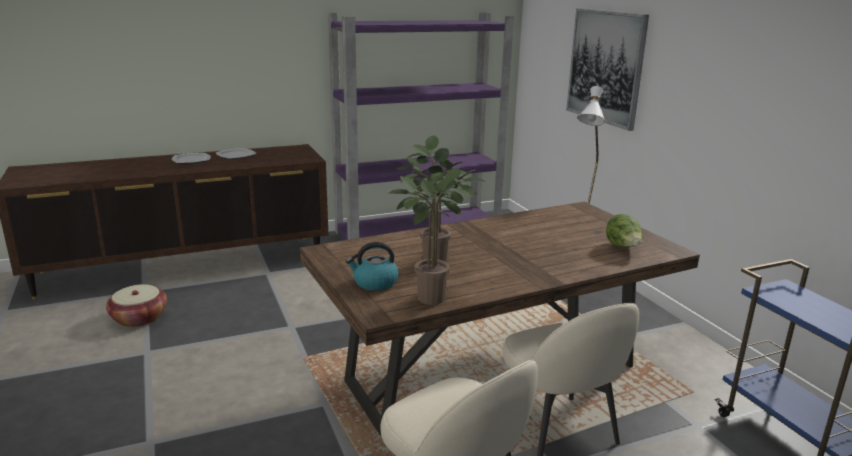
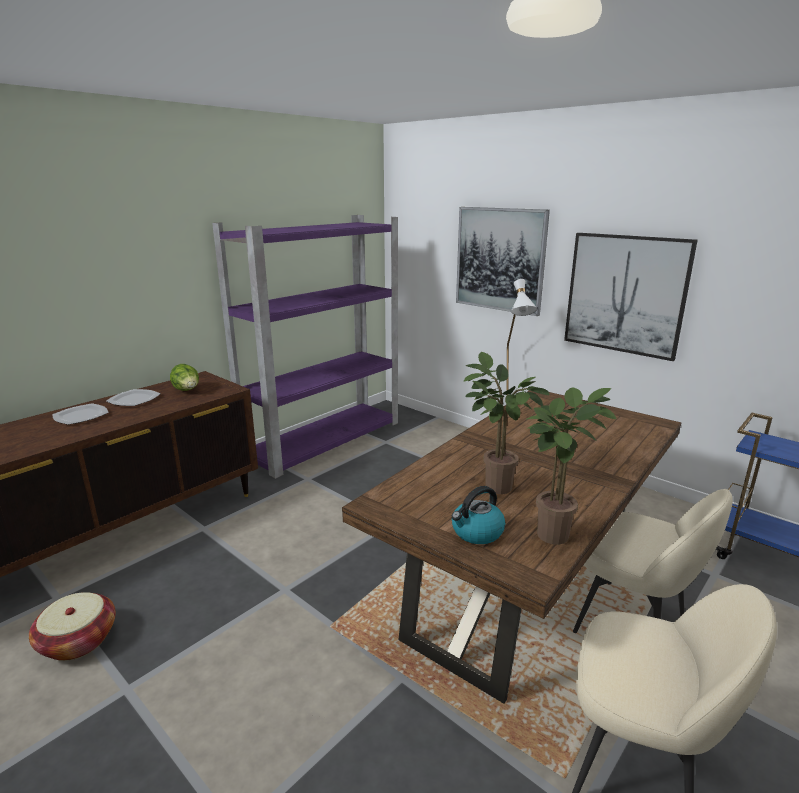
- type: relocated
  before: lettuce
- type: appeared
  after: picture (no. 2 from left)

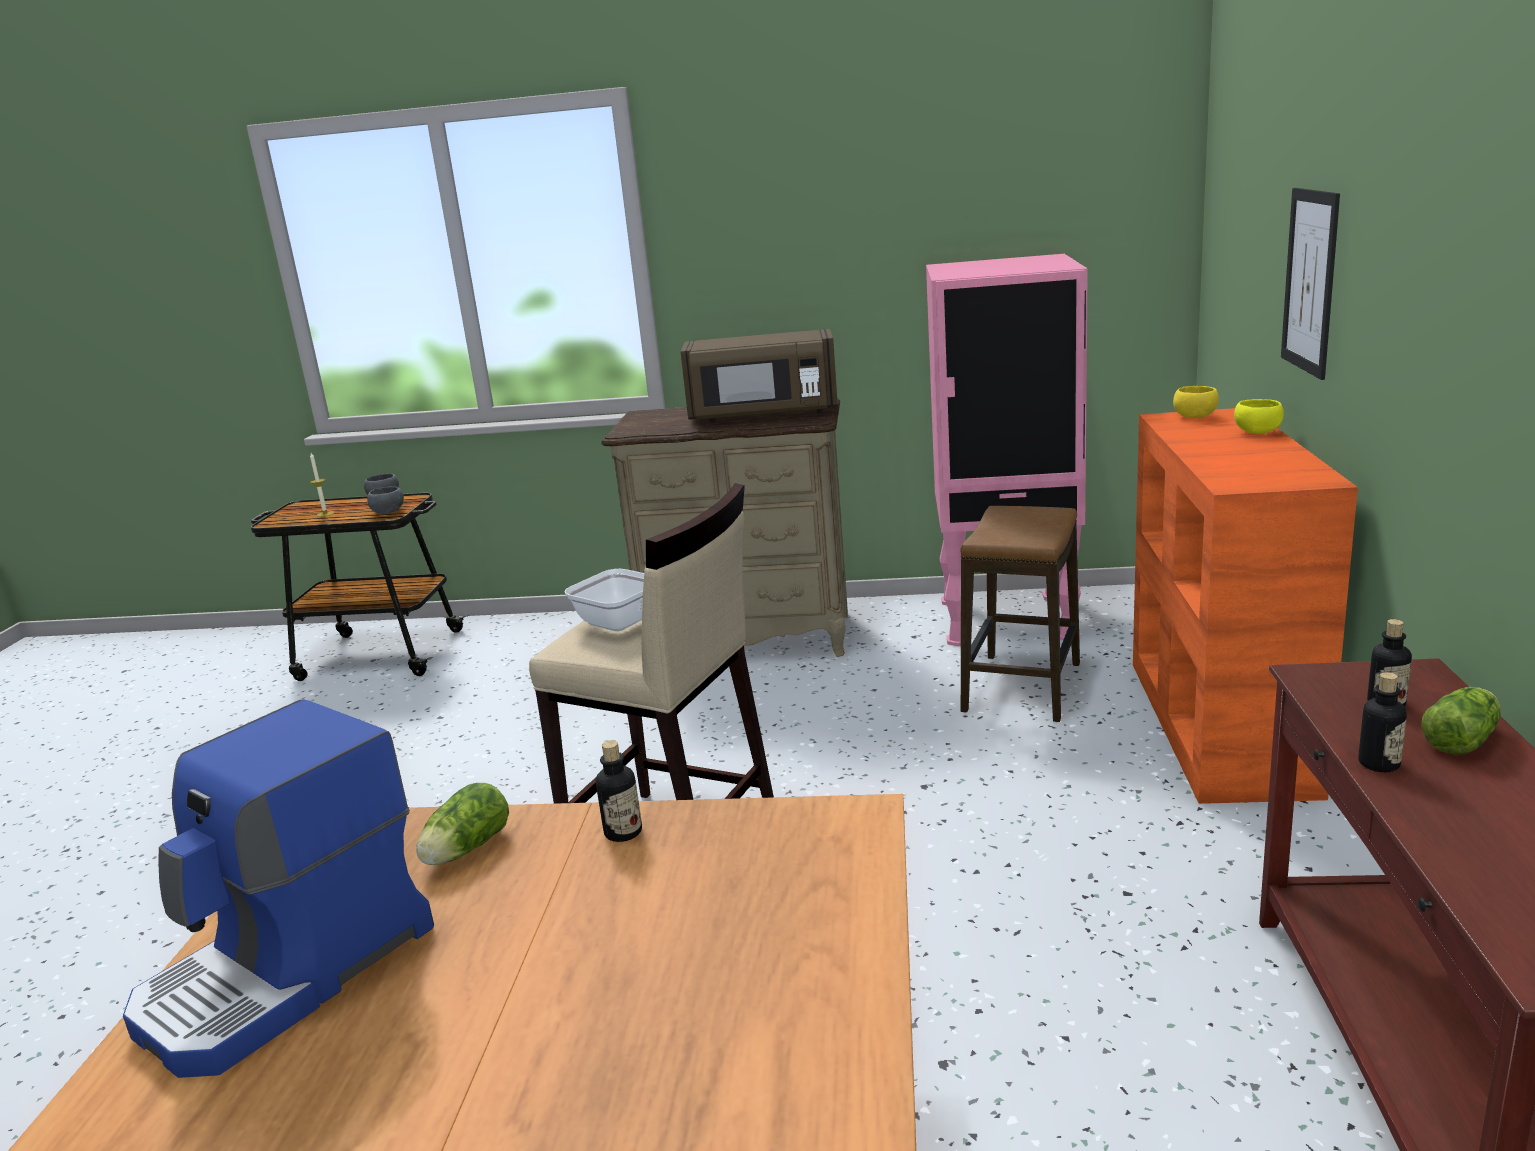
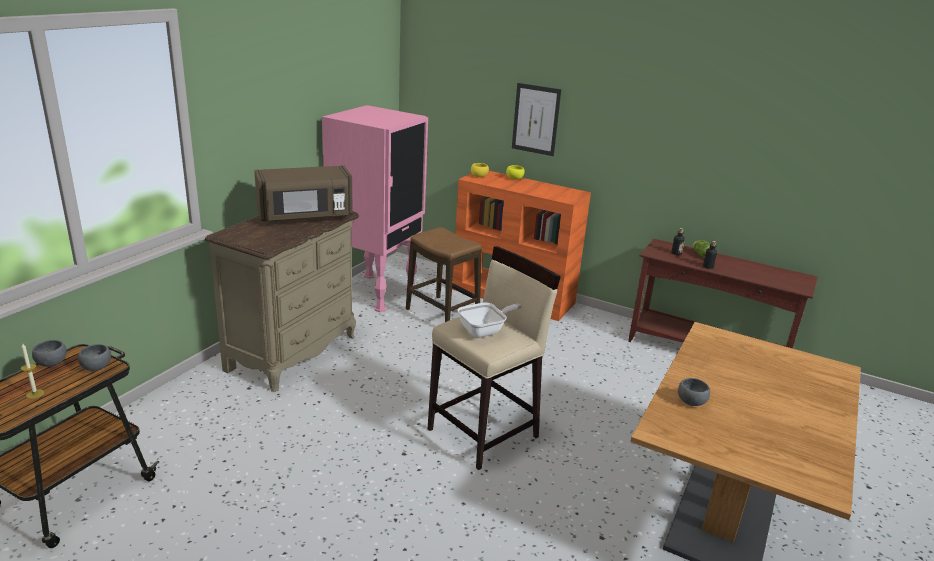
- type: spun
  before: brown_microwave
  turn: 45
- type: exchanged
  before: lettuce (no. 1 from left)
  after: grey_bowl (no. 3 from left)
- type: missing
  before: coffee_machine
- type: missing
  before: bottle (no. 1 from left)

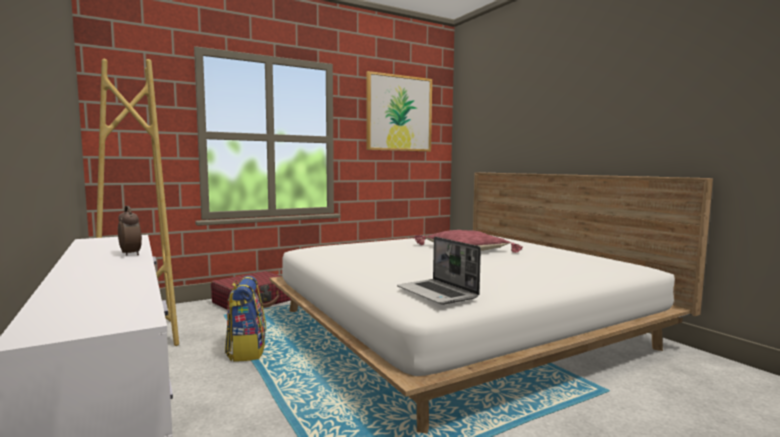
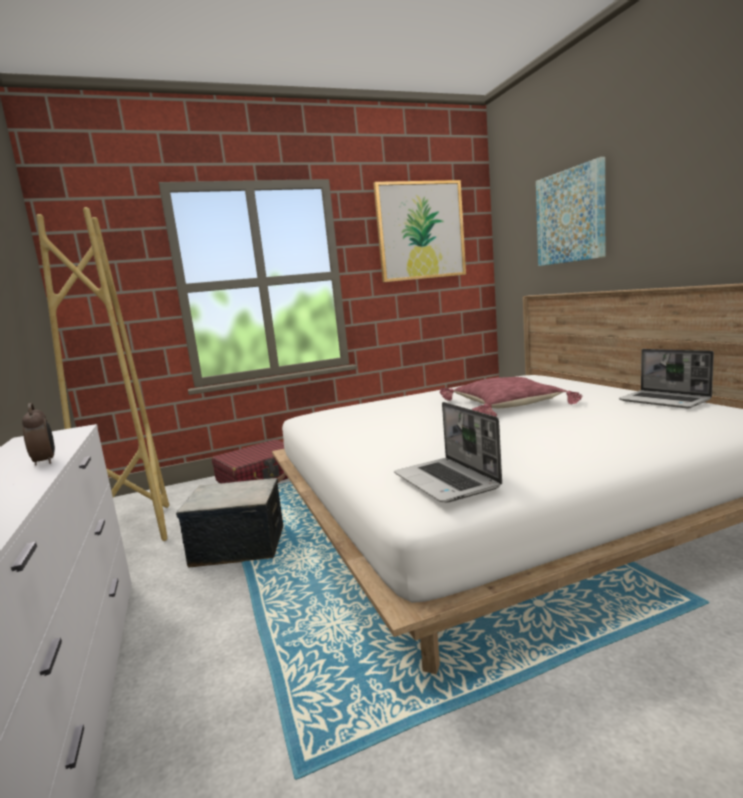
- type: exchanged
  before: backpack
  after: storage_box
- type: appeared
  after: picture (no. 2 from left)
- type: appeared
  after: laptop (no. 2 from left)

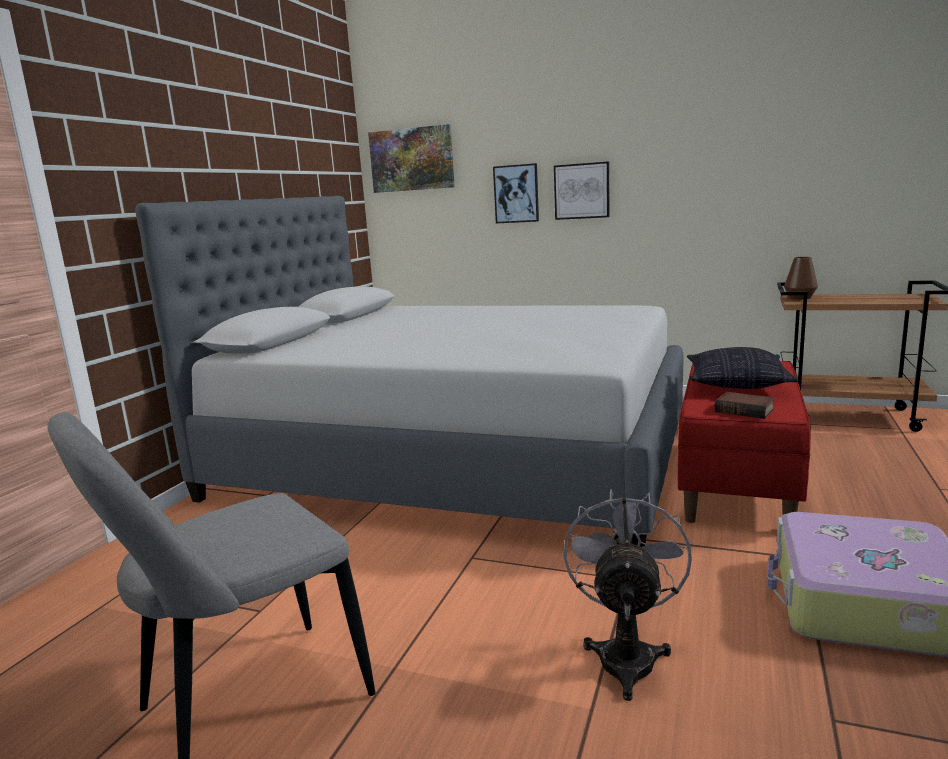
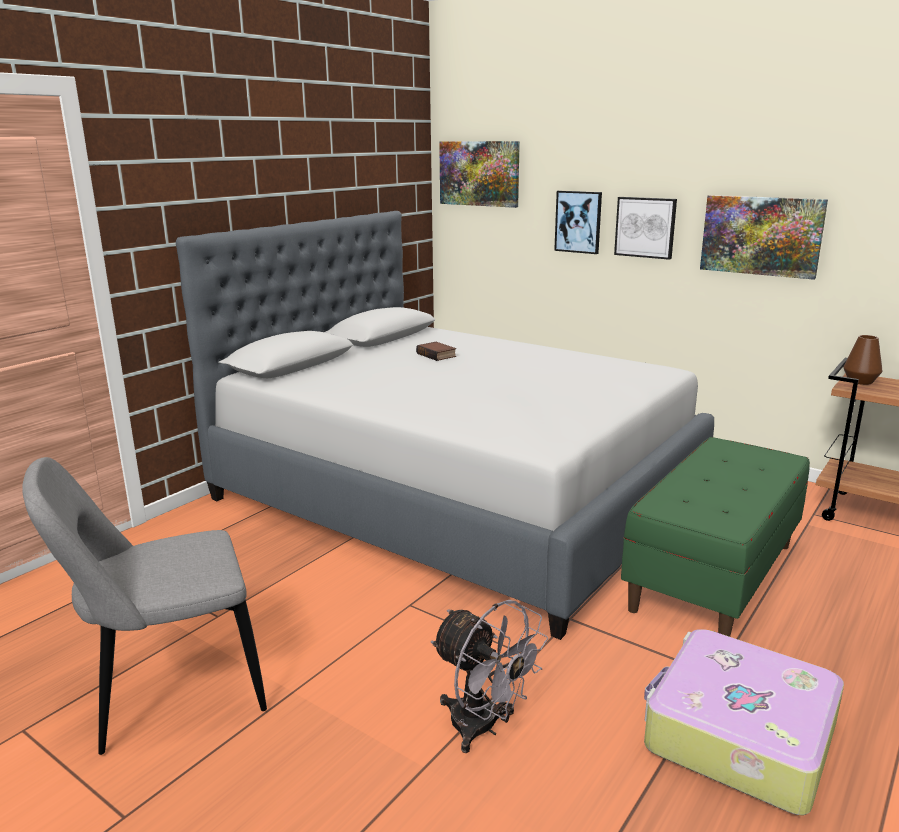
- type: relocated
  before: book
- type: spun
  before: grey_fan
  turn: 105
- type: colour
  before: red_bench
  after: green_bench
- type: appeared
  after: picture (no. 4 from left)
- type: missing
  before: pillow

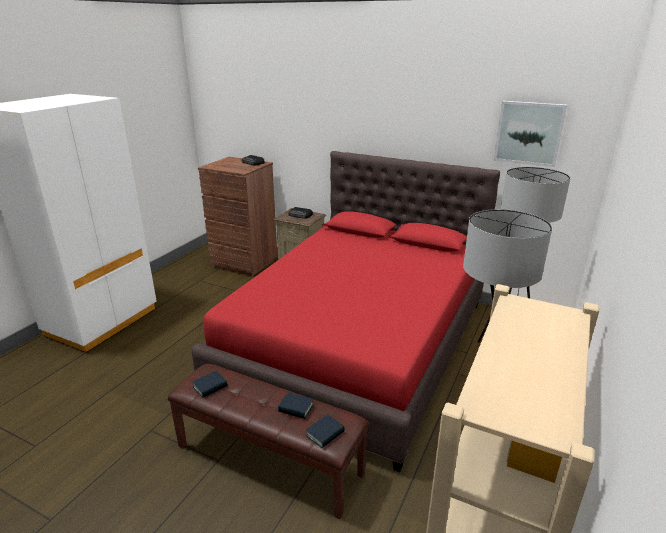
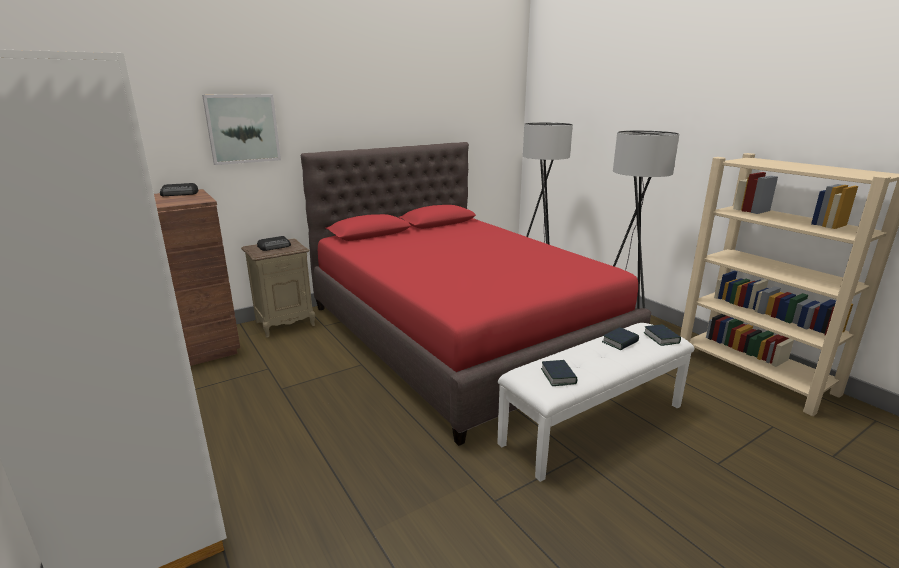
- type: relocated
  before: picture
- type: colour
  before: brown_bench
  after: white_bench

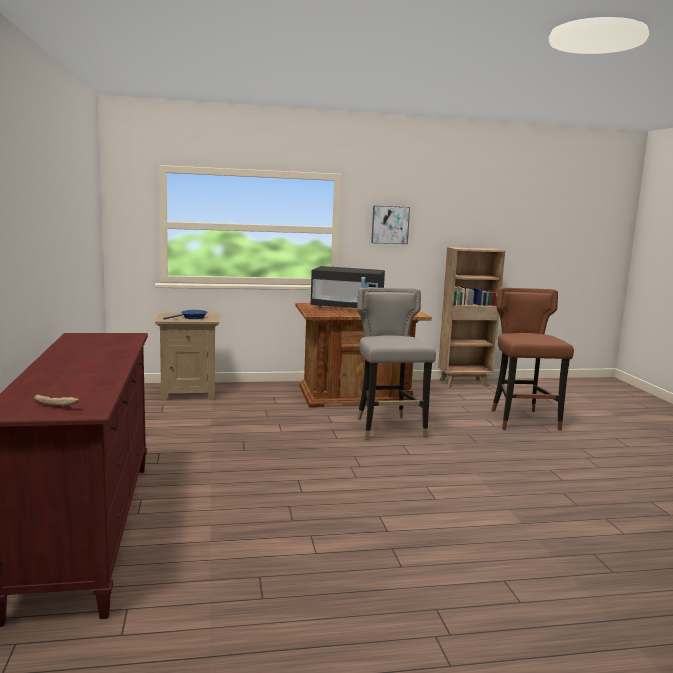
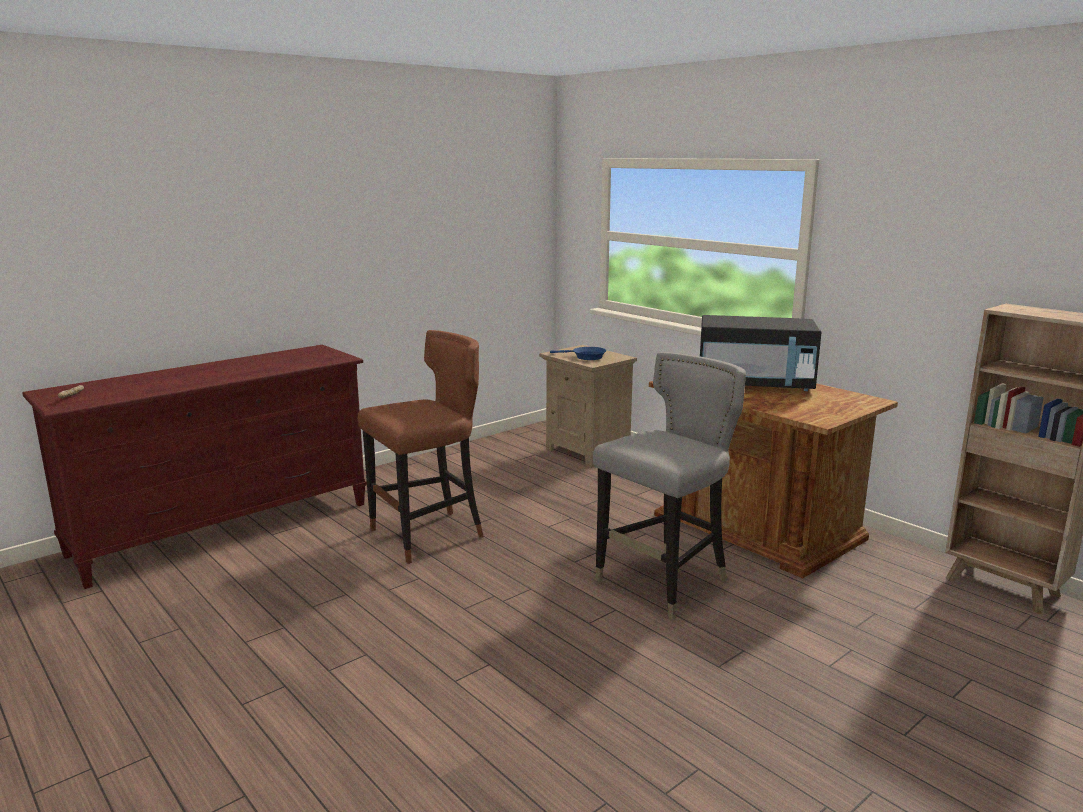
- type: relocated
  before: brown_stool
- type: spun
  before: black_microwave
  turn: -60
- type: missing
  before: picture

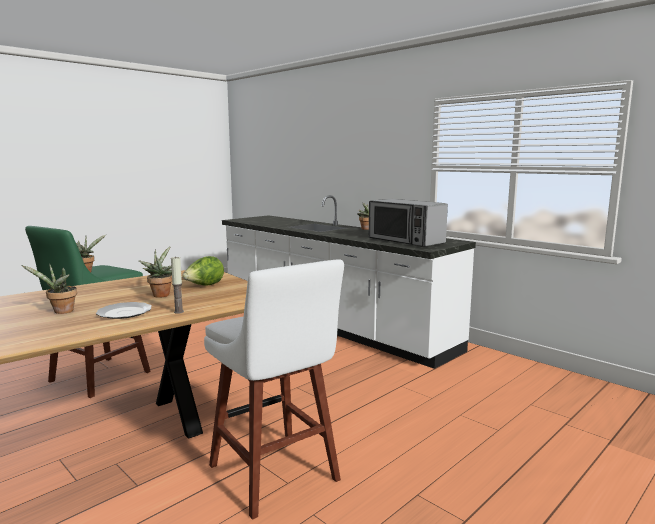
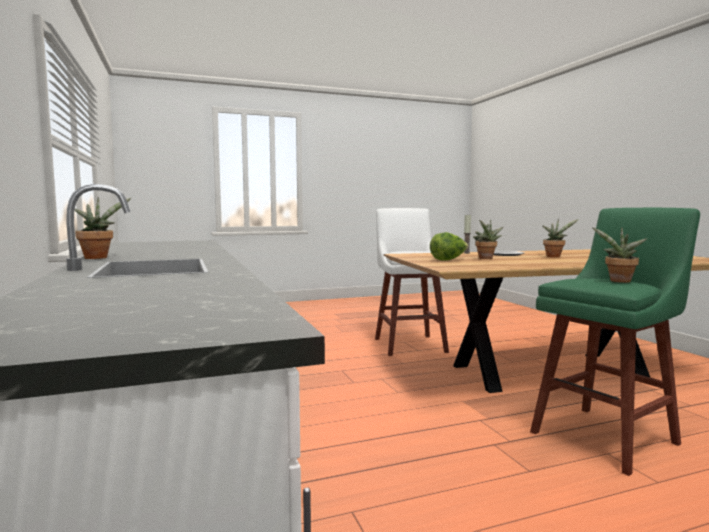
- type: missing
  before: microwave

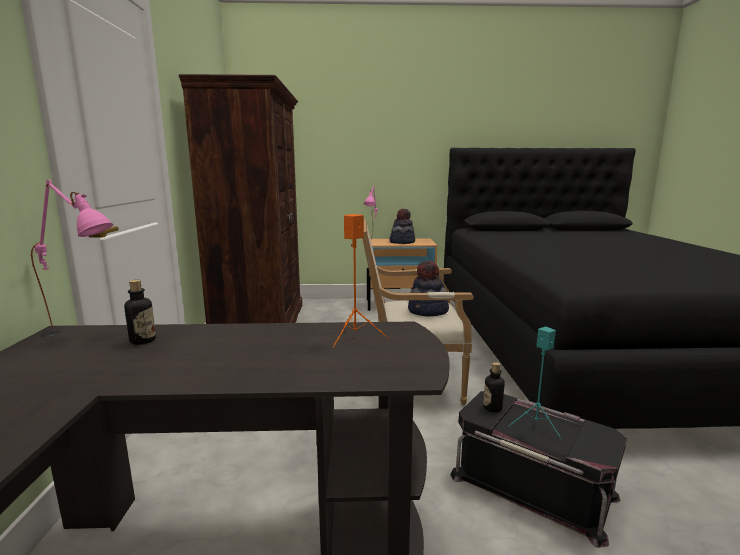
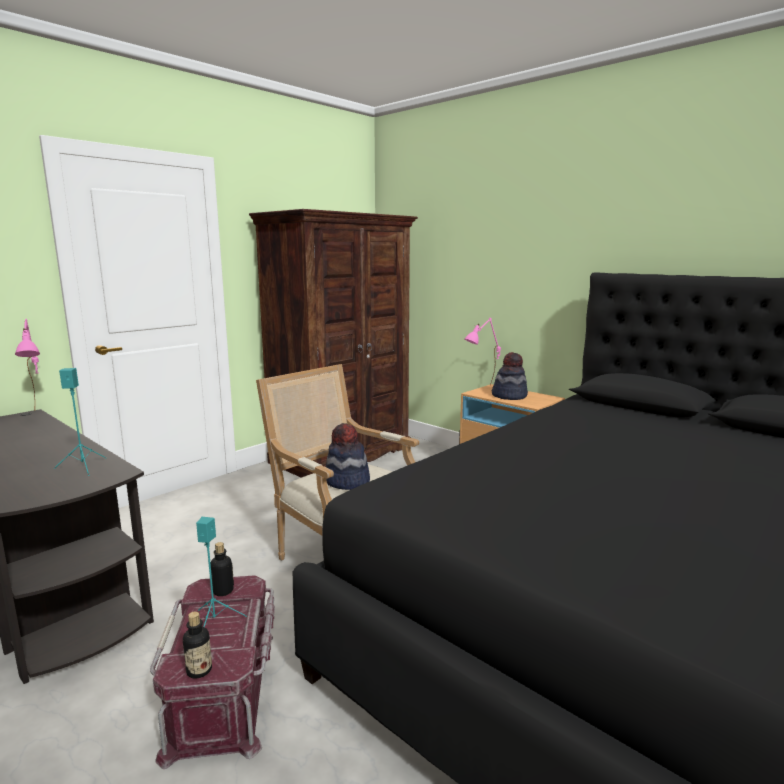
- type: colour
  before: orange_speaker
  after: turquoise_speaker (no. 1 from left)
- type: colour
  before: black_storage_box
  after: red_storage_box
- type: relocated
  before: bottle (no. 1 from left)

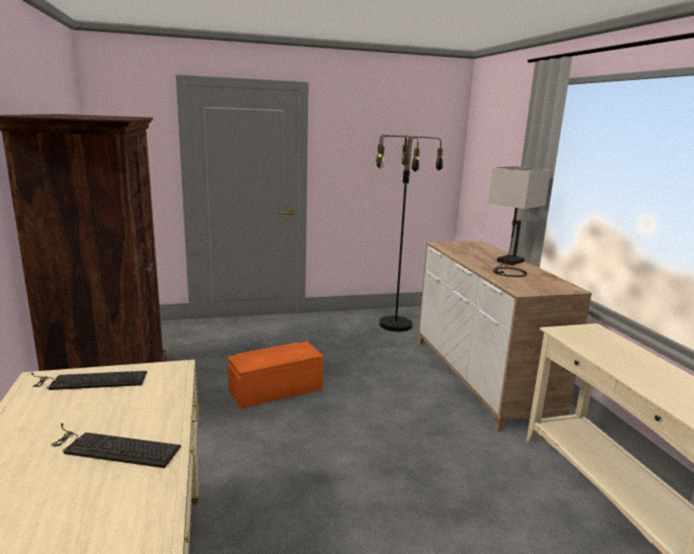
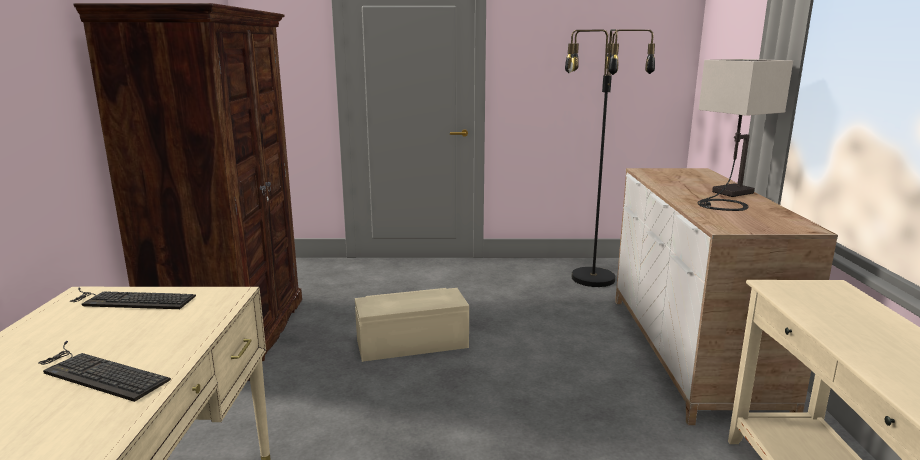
- type: colour
  before: orange_storage_box
  after: beige_storage_box

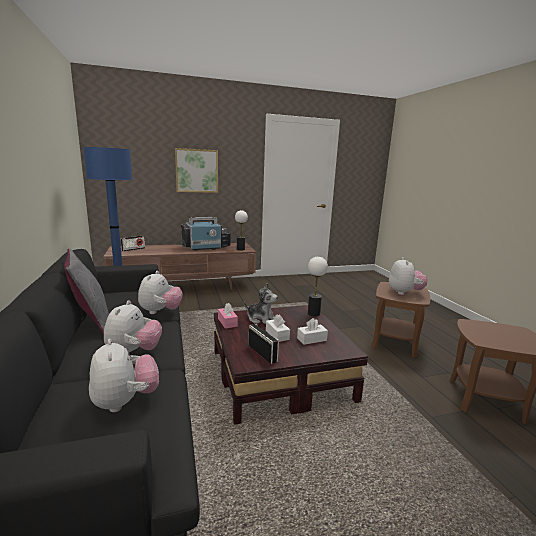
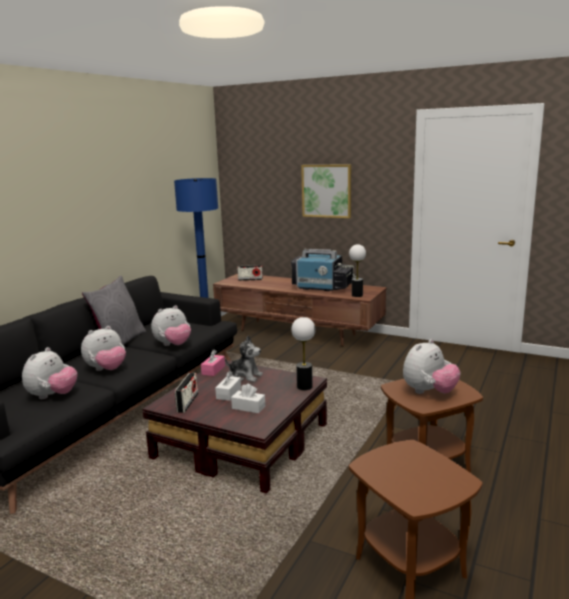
- type: spun
  before: plush_toy (no. 4 from left)
  turn: -45

